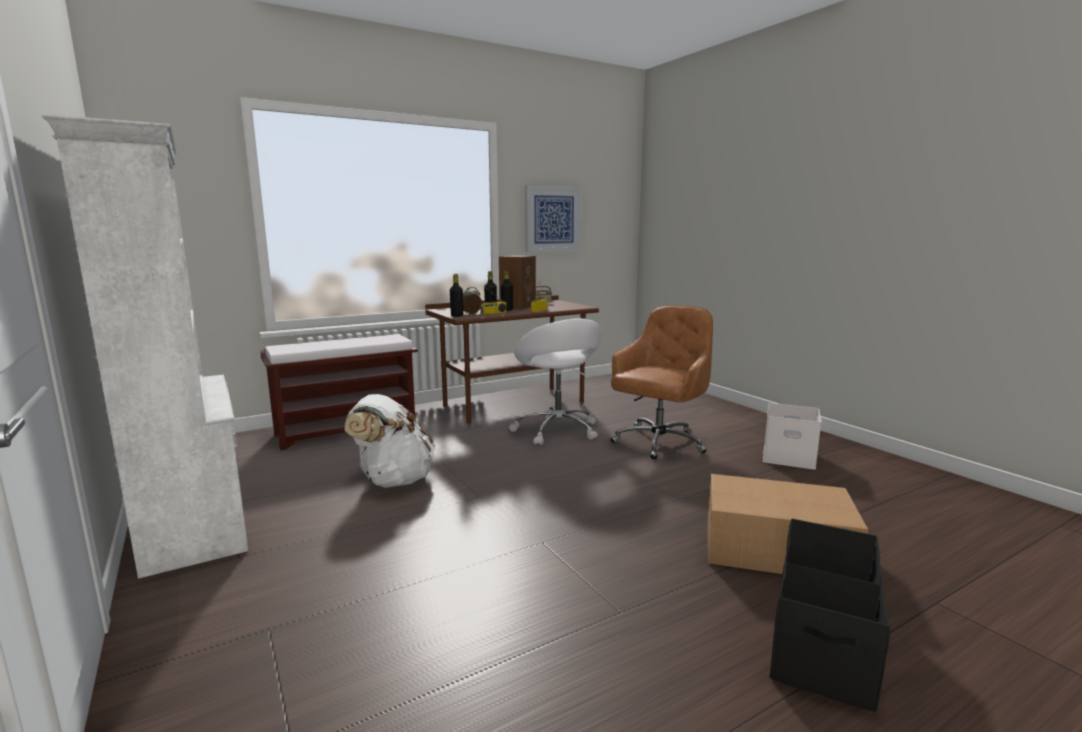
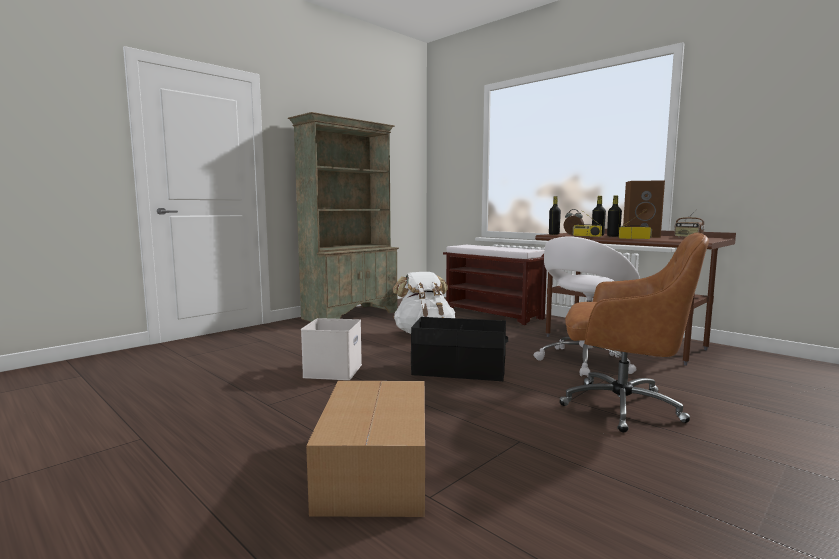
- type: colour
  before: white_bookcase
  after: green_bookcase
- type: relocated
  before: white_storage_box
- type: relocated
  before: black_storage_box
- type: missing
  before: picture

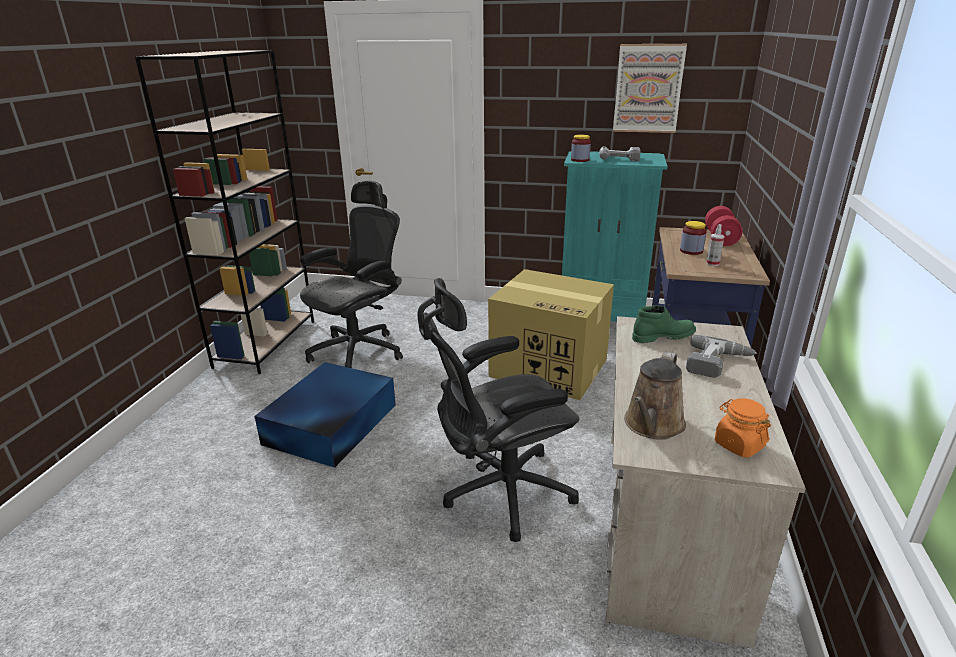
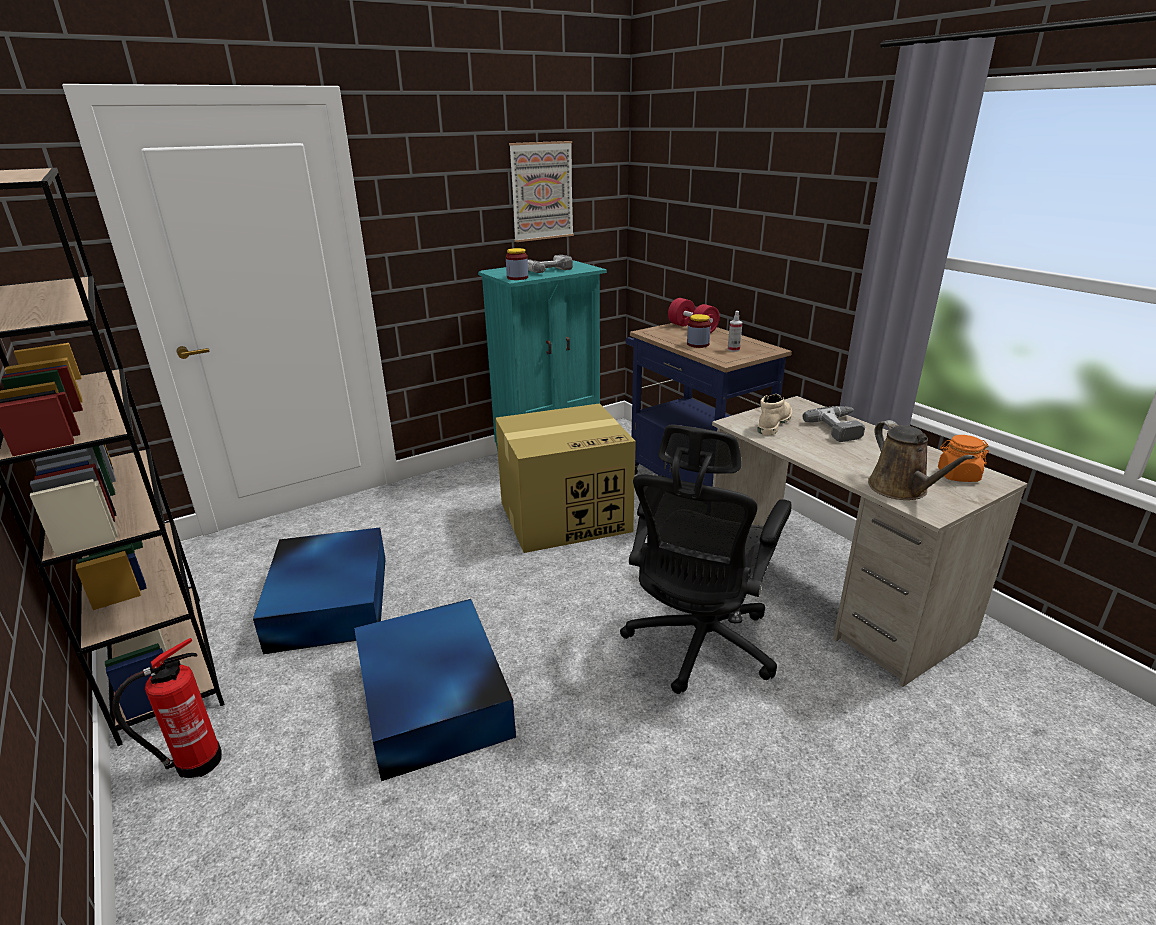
- type: appeared
  after: fire_extinguisher
- type: exchanged
  before: office_chair (no. 1 from left)
  after: blue_storage_box (no. 1 from left)
- type: colour
  before: green_boot
  after: beige_boot

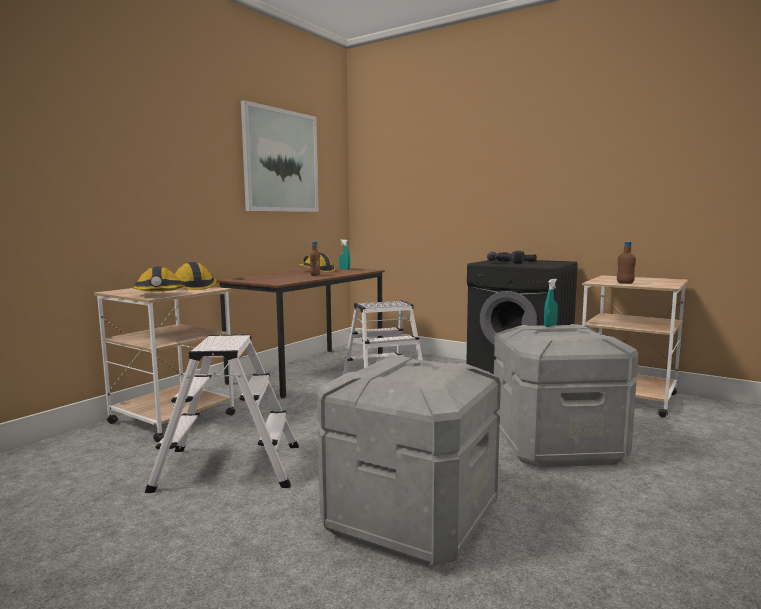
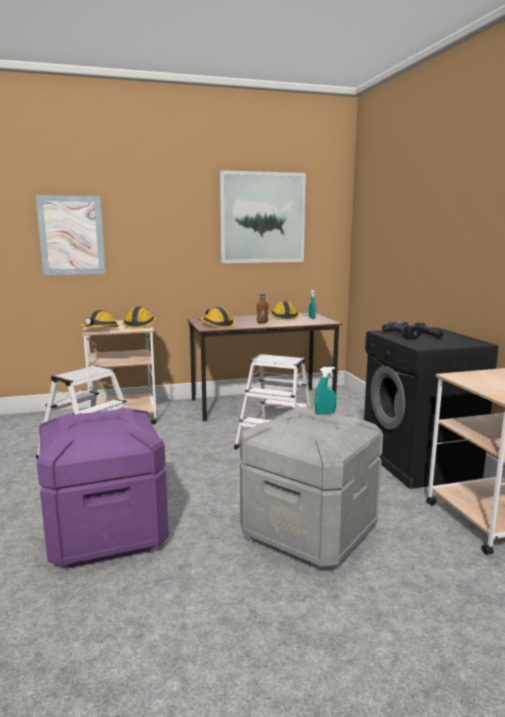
- type: appeared
  after: picture (no. 1 from left)
- type: colour
  before: grey_storage_box (no. 1 from left)
  after: purple_storage_box
- type: appeared
  after: hard_hat (no. 3 from left)
- type: missing
  before: brown_bottle (no. 2 from left)

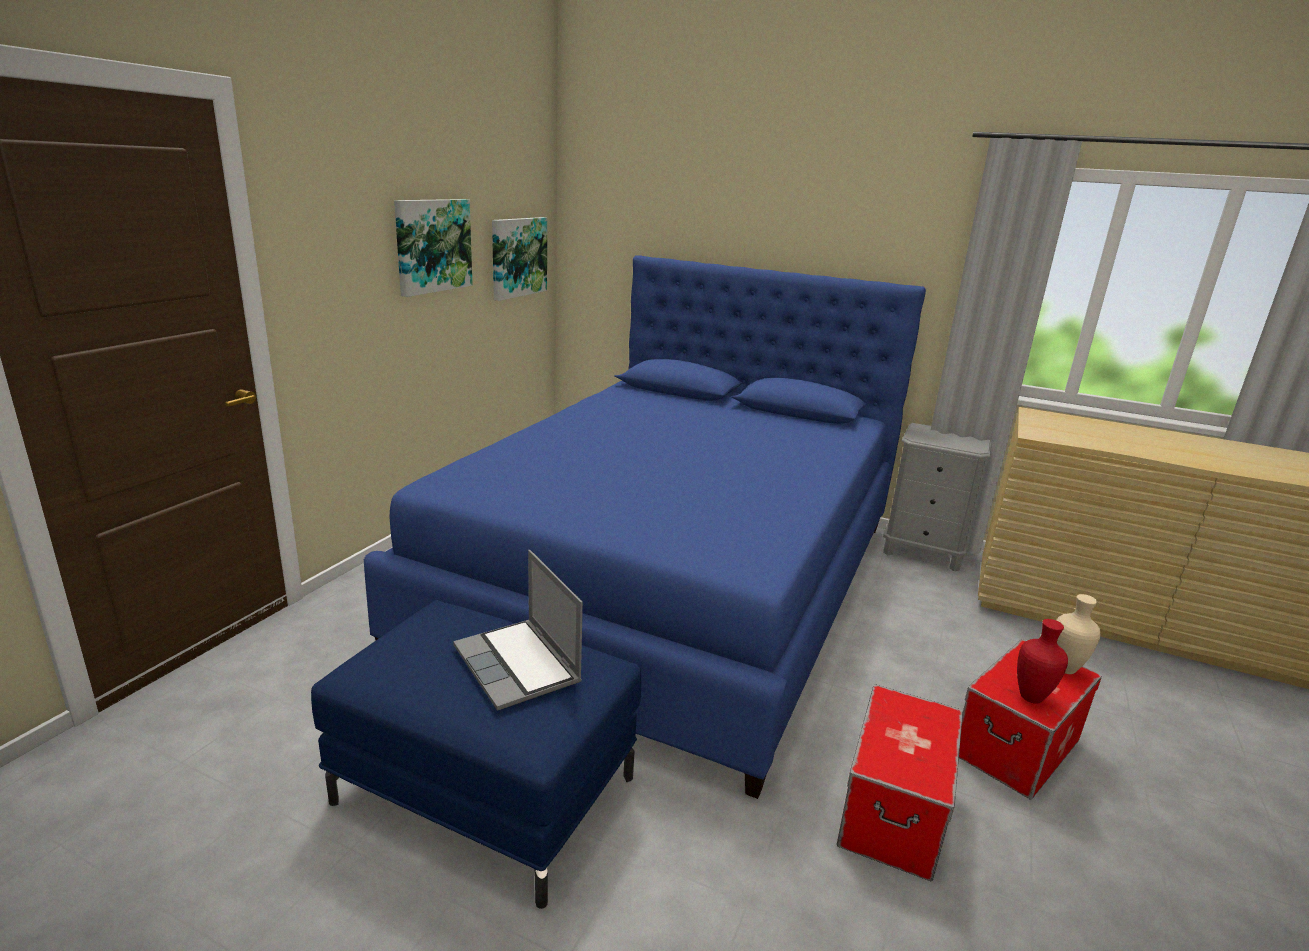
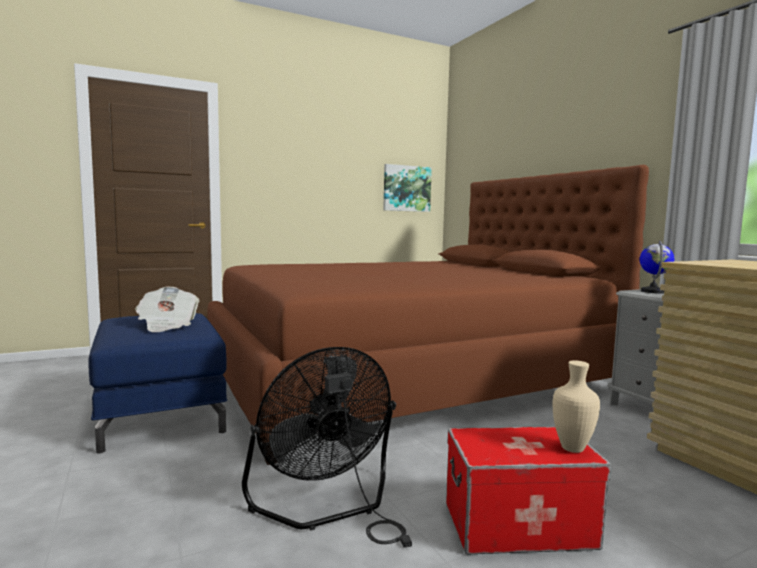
- type: exchanged
  before: laptop
  after: newspaper
- type: colour
  before: blue_bed
  after: brown_bed
- type: exchanged
  before: storage_box (no. 1 from left)
  after: black_fan
- type: appeared
  after: globe
- type: missing
  before: picture (no. 1 from left)
- type: missing
  before: red_vase

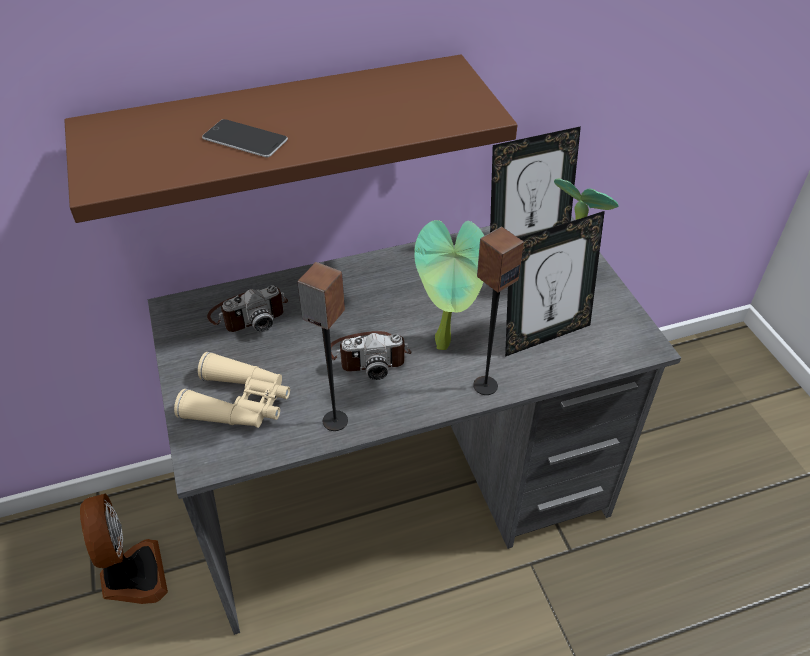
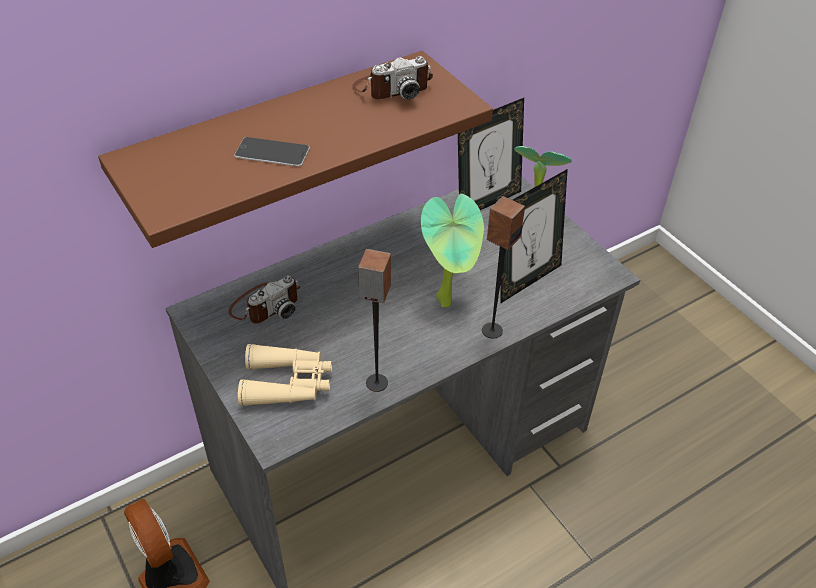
- type: relocated
  before: photo_camera (no. 2 from left)

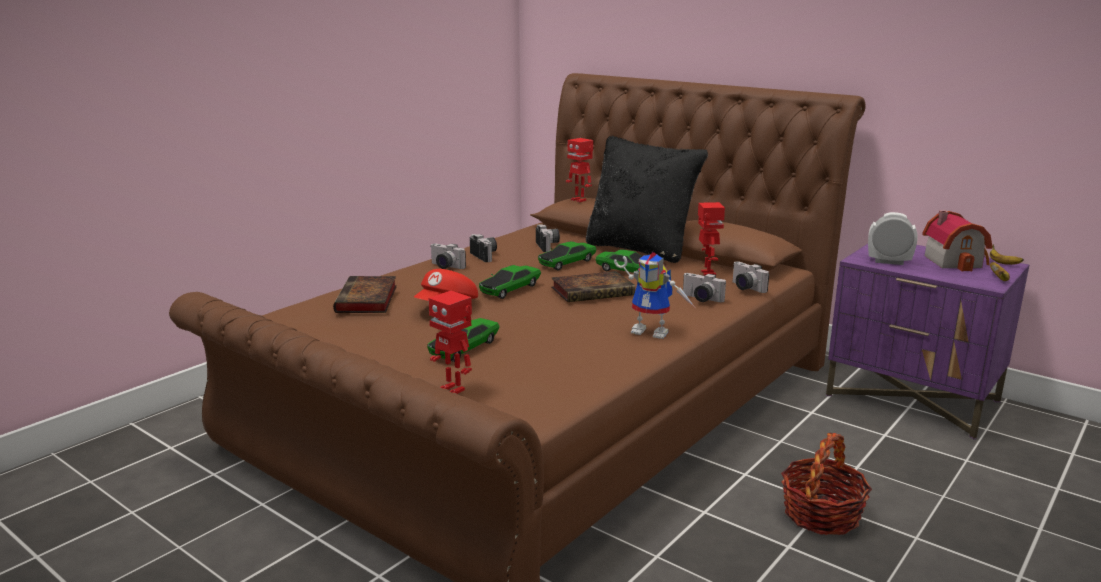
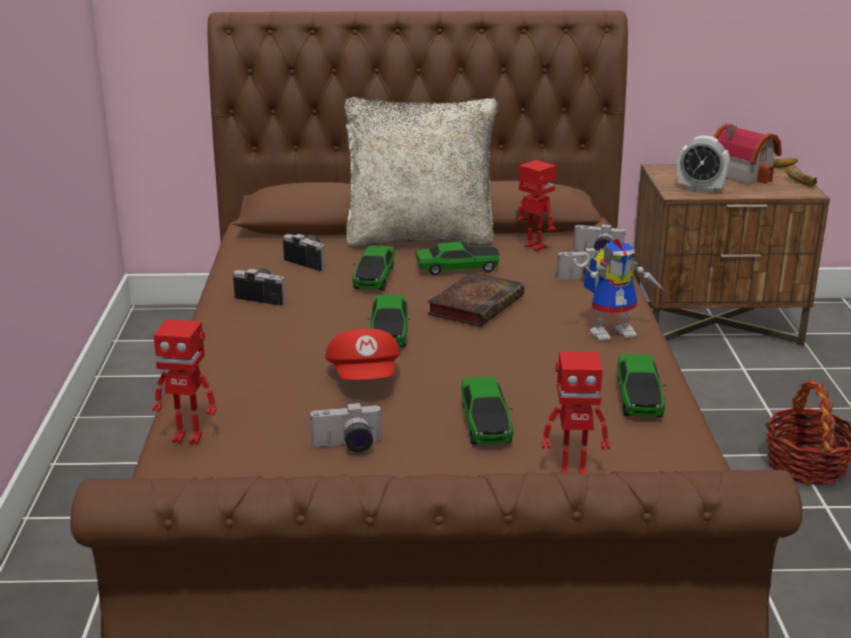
- type: relocated
  before: toy_robot (no. 2 from left in the first image)
  after: toy_robot (no. 1 from left)
- type: relocated
  before: photo_camera (no. 1 from left in the first image)
  after: photo_camera (no. 3 from left)
- type: colour
  before: black_pillow
  after: beige_pillow
- type: appeared
  after: toy_car (no. 5 from left)
- type: colour
  before: purple_nightstand
  after: brown_nightstand
- type: spun
  before: alarm_clock
  turn: -135
- type: missing
  before: book (no. 1 from left)

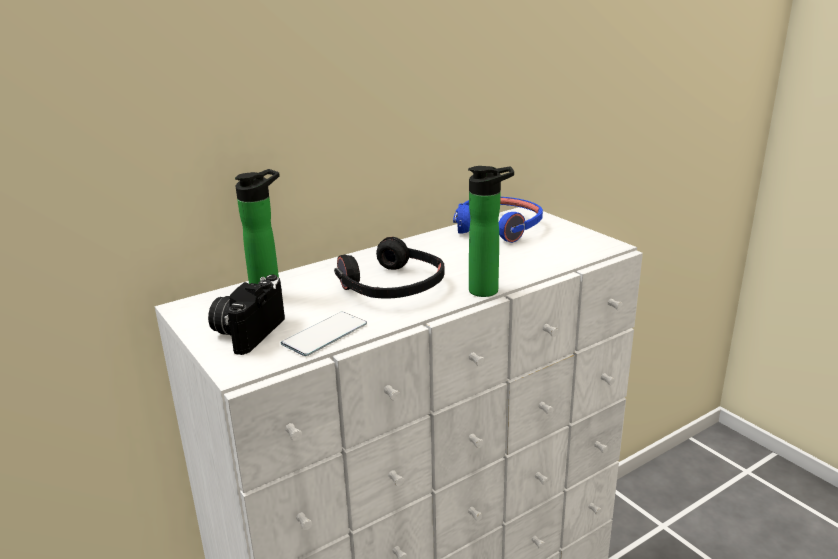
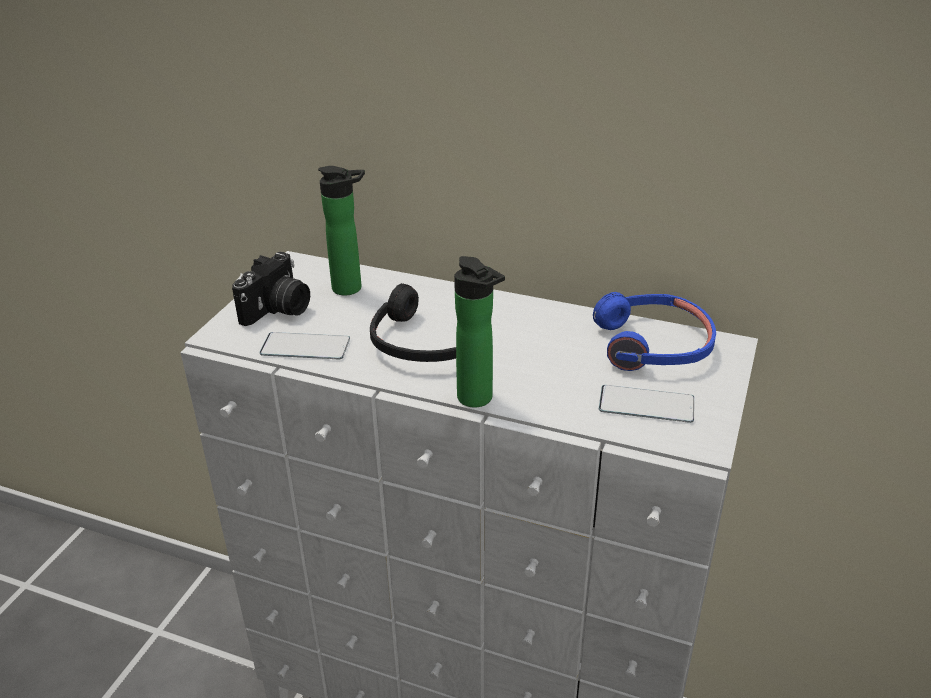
- type: spun
  before: photo_camera
  turn: 135
- type: appeared
  after: phone (no. 2 from left)

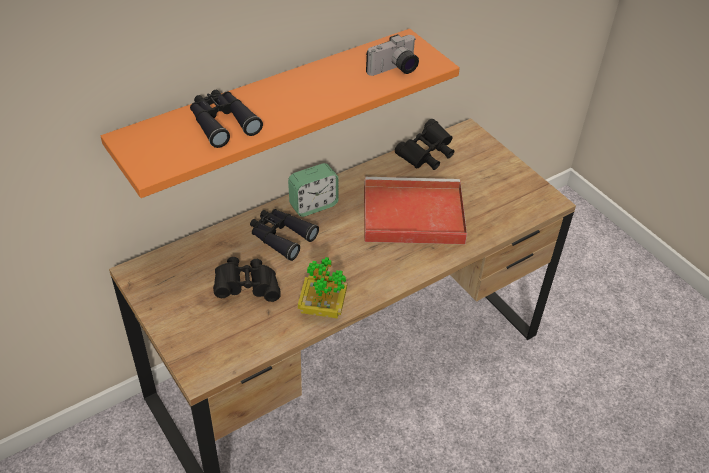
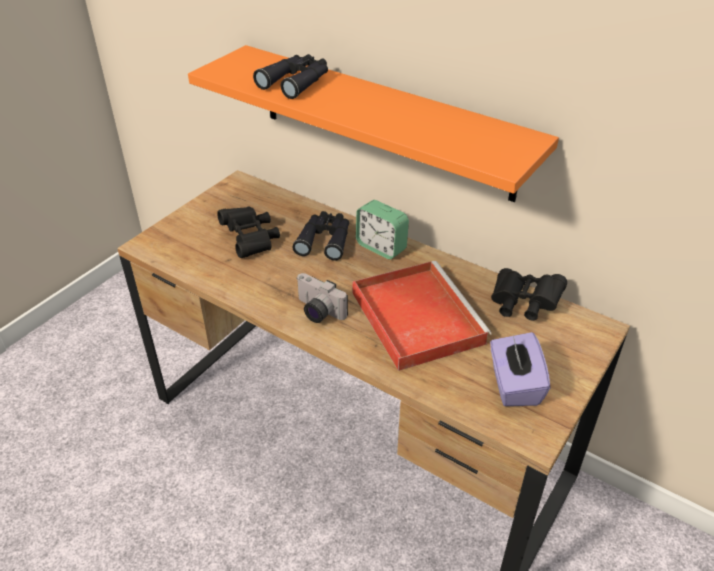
- type: relocated
  before: photo_camera
- type: appeared
  after: purple_tissue_box
- type: missing
  before: potted_plant

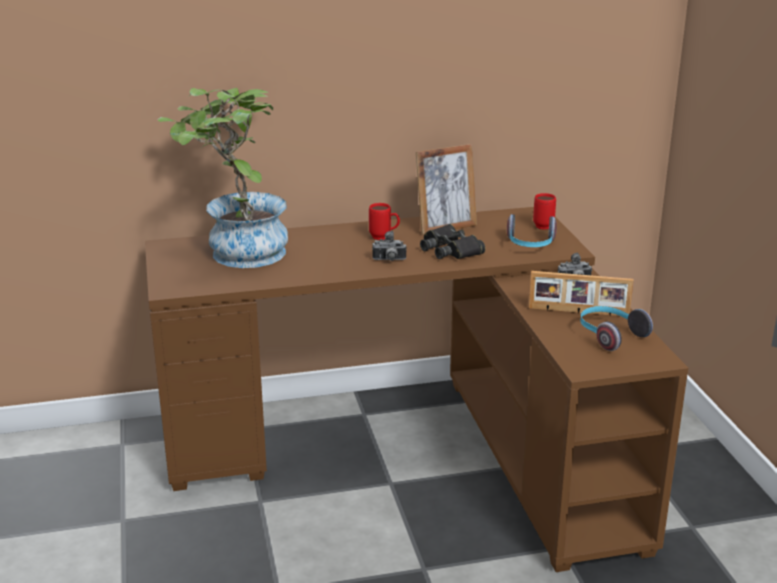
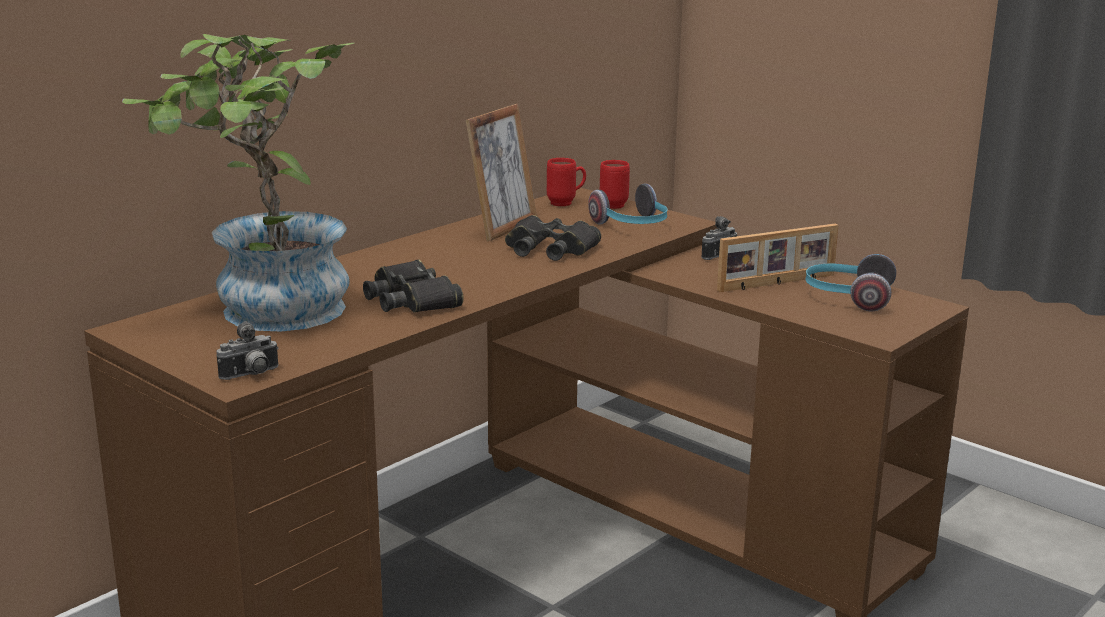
- type: relocated
  before: photo_camera (no. 1 from left)
- type: appeared
  after: black_binoculars (no. 1 from left)
- type: relocated
  before: red_mug (no. 1 from left)

